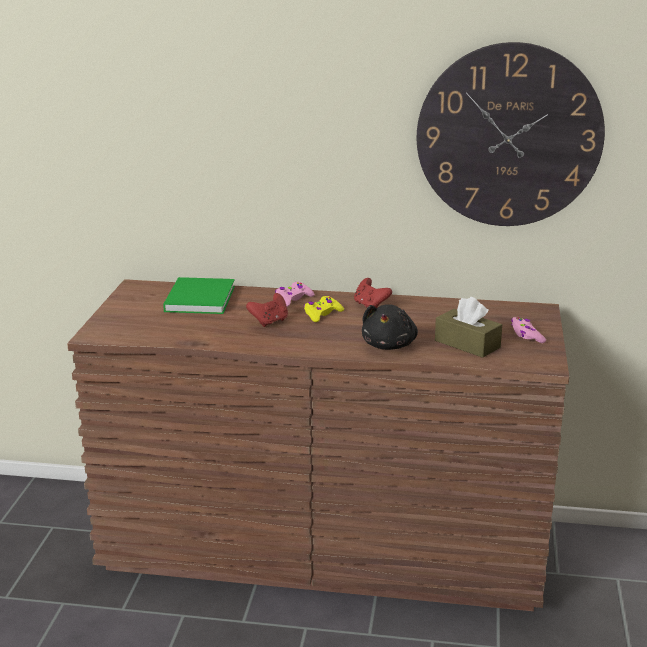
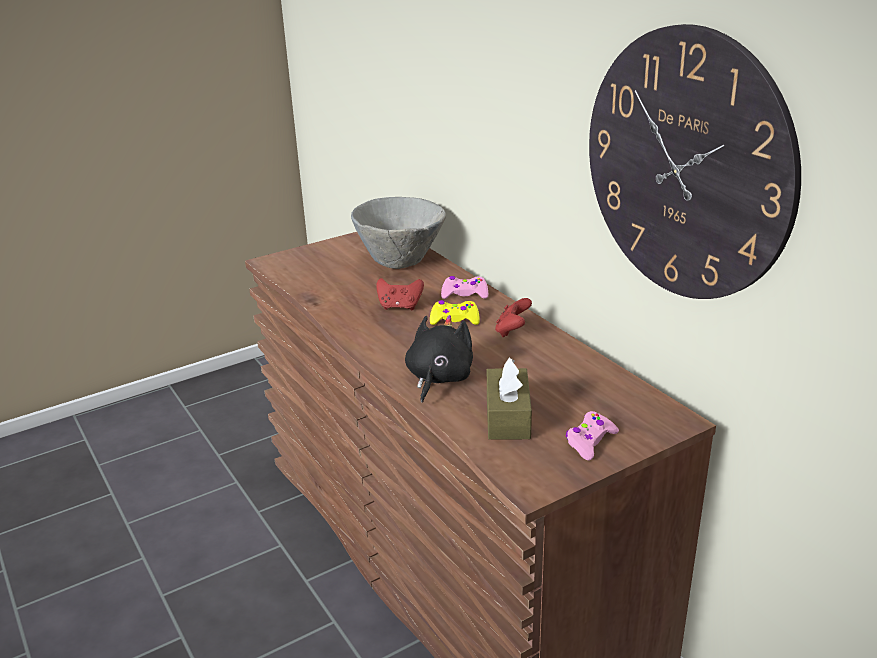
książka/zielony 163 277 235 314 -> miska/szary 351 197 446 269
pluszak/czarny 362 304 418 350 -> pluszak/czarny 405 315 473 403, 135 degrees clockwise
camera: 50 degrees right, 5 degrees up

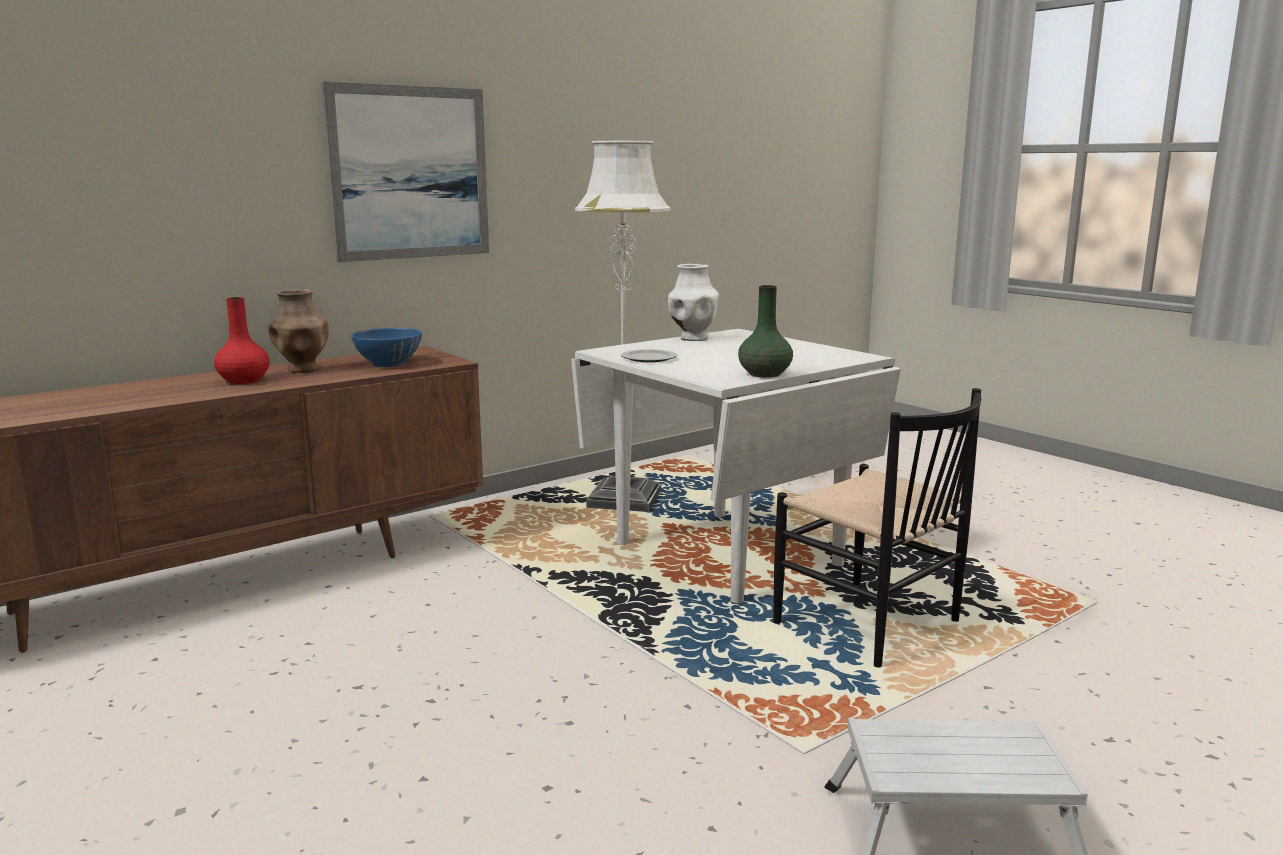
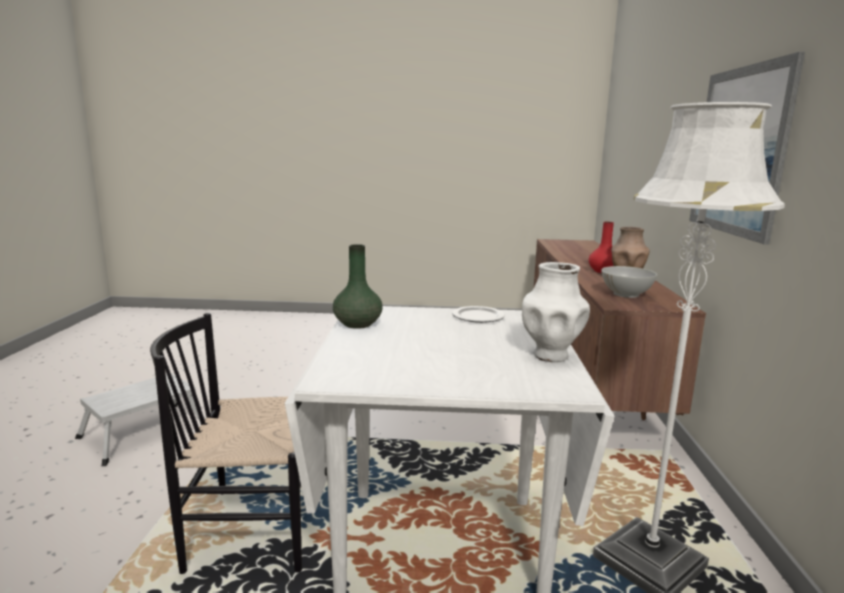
miska/niebieski 351 328 422 367 -> miska/biały 601 266 657 298
camera: 130 degrees right, 0 degrees up

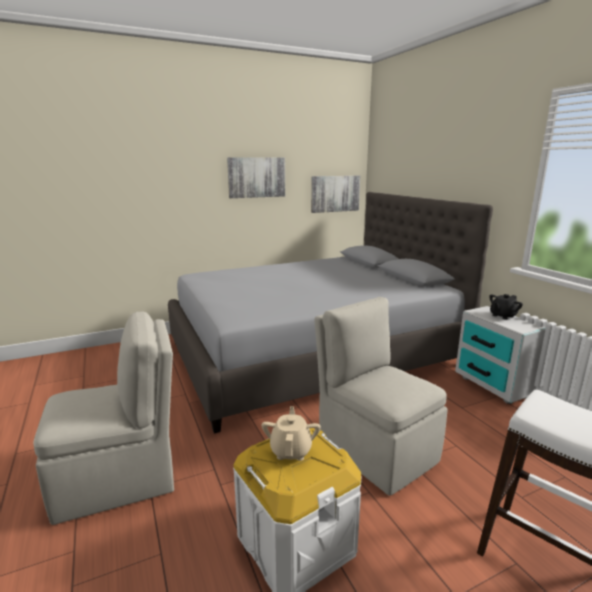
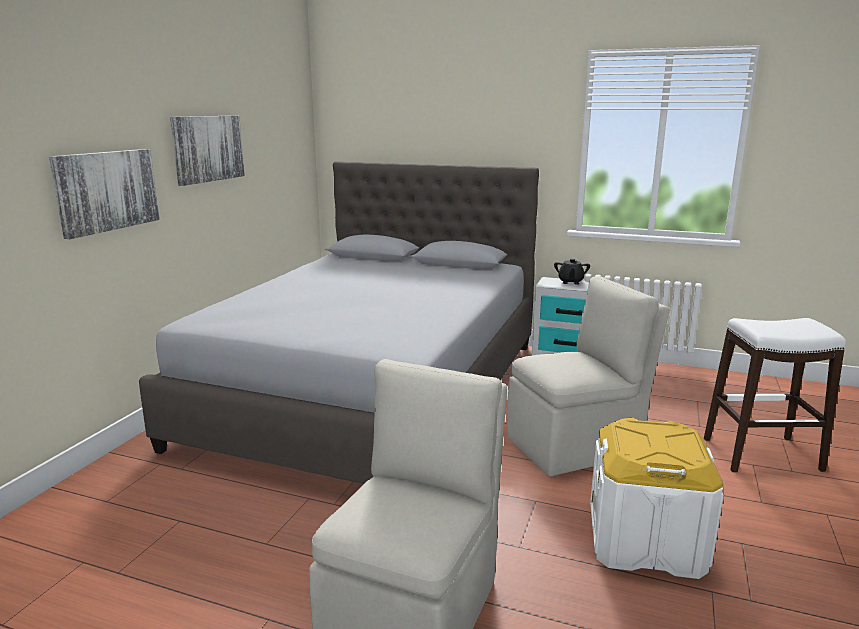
imbryk/beżowy 262 406 321 461 -> none
obraz 311 176 360 213 -> obraz 49 149 160 239, move
krzesło/beżowy 314 297 448 496 -> krzesło/beżowy 507 276 670 476, 150 degrees clockwise
camera: 45 degrees left, 0 degrees up

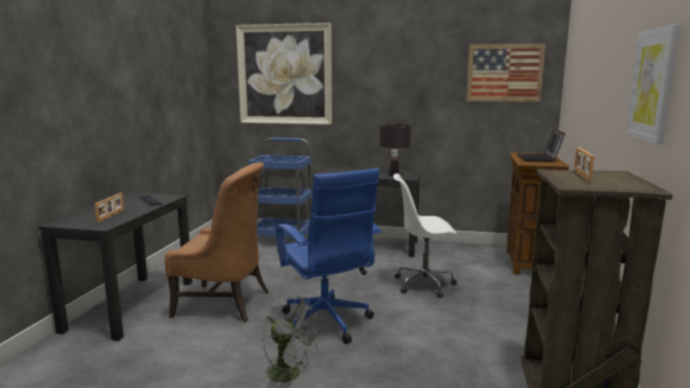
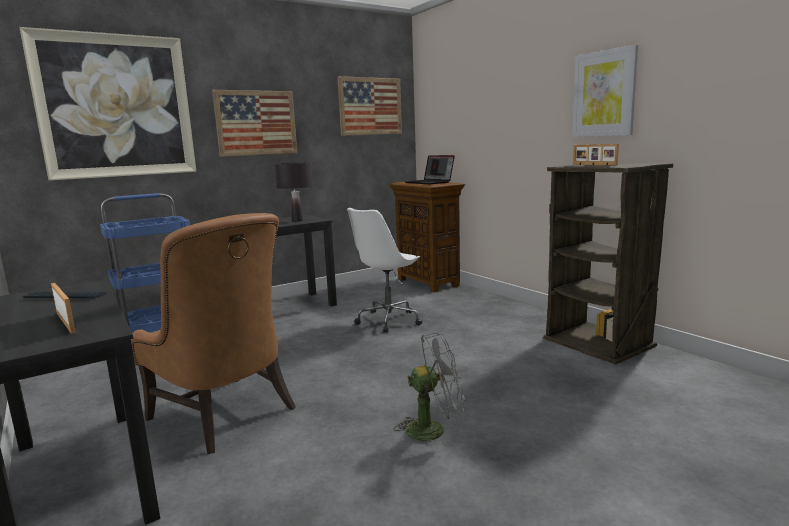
krzesło biurowe/niebieski 275 168 382 344 -> none
none -> obraz 212 90 297 157
krzesło/brązowy 165 162 269 322 -> krzesło/brązowy 131 213 296 454, 75 degrees clockwise
camera: 45 degrees left, 0 degrees up

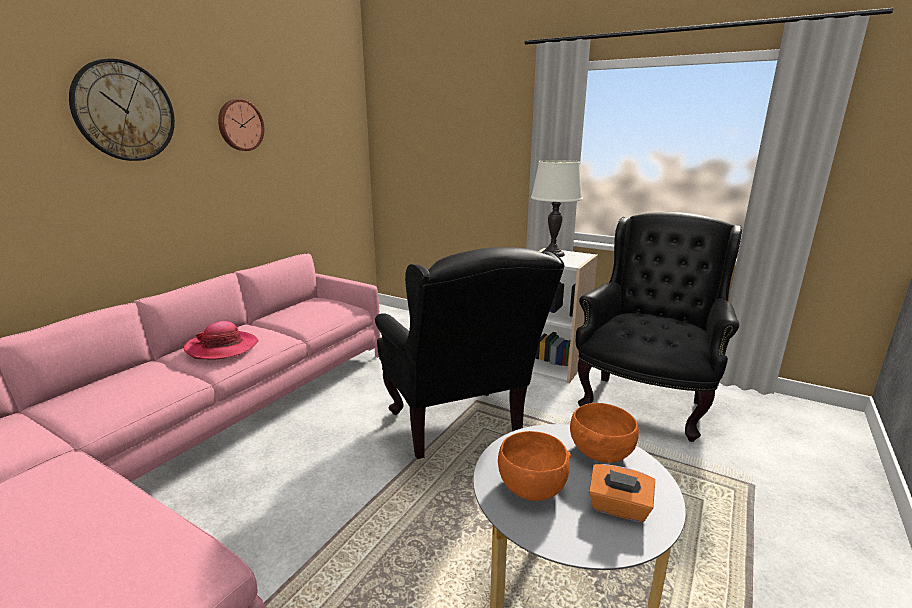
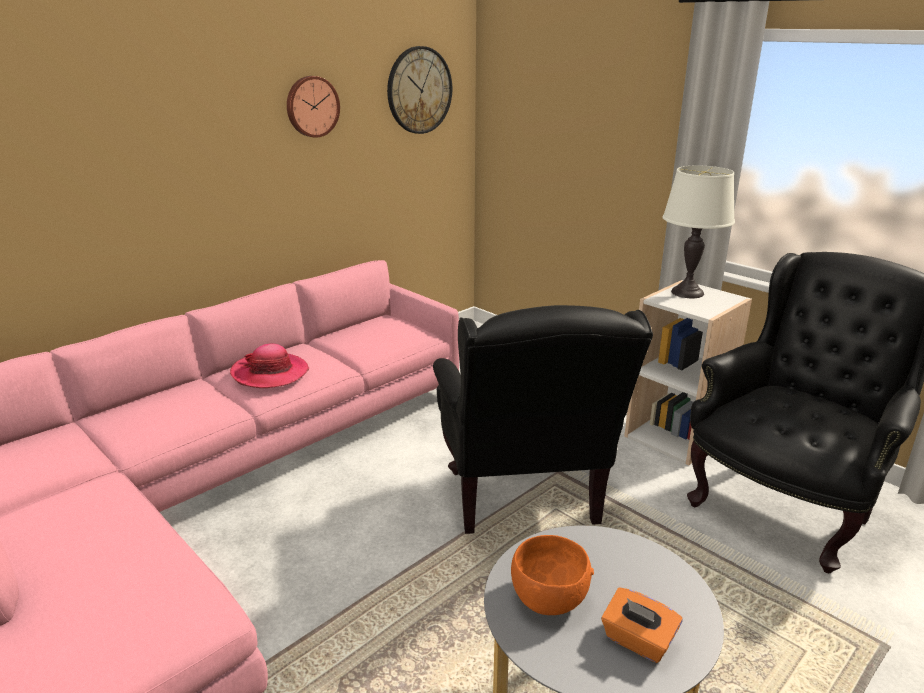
miska/pomarańczowy 570 403 639 463 -> none
zegar ścienny 69 58 175 161 -> zegar ścienny 387 46 452 134, move
camera: 15 degrees right, 5 degrees up

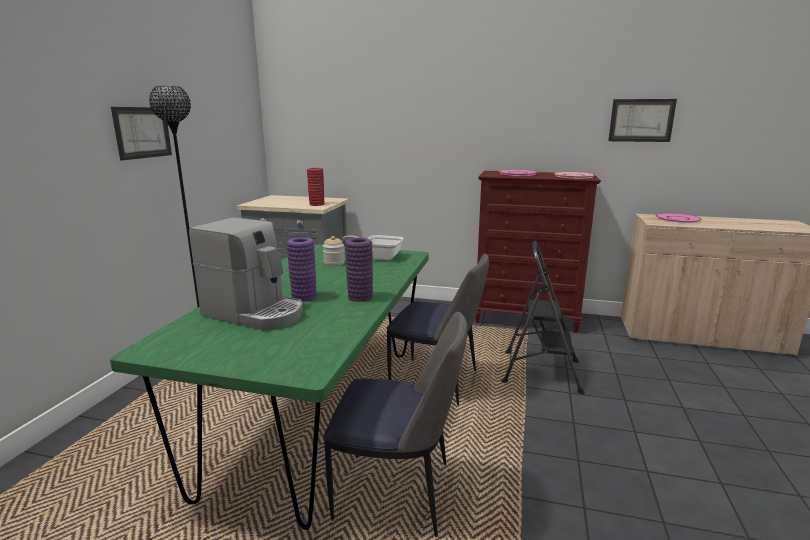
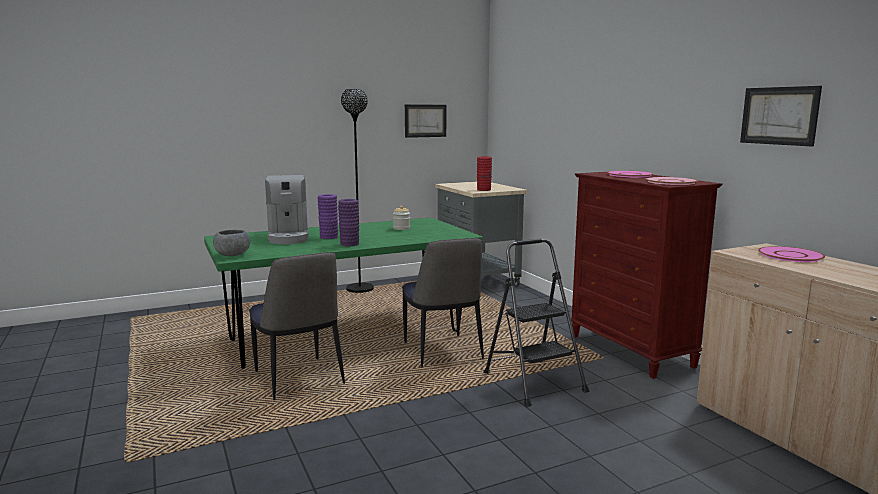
patelnia 342 235 404 260 -> none
none -> miska/szary 213 230 250 256
obraz 111 107 172 160 -> obraz 405 105 446 138, move
camera: 50 degrees right, 5 degrees down

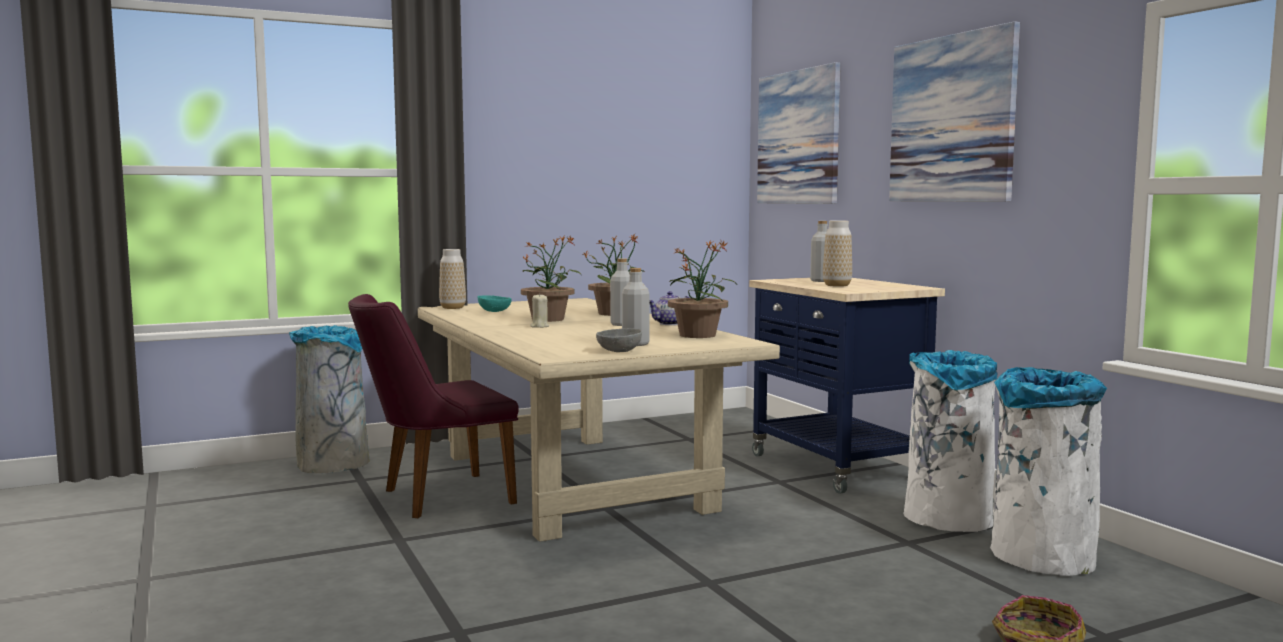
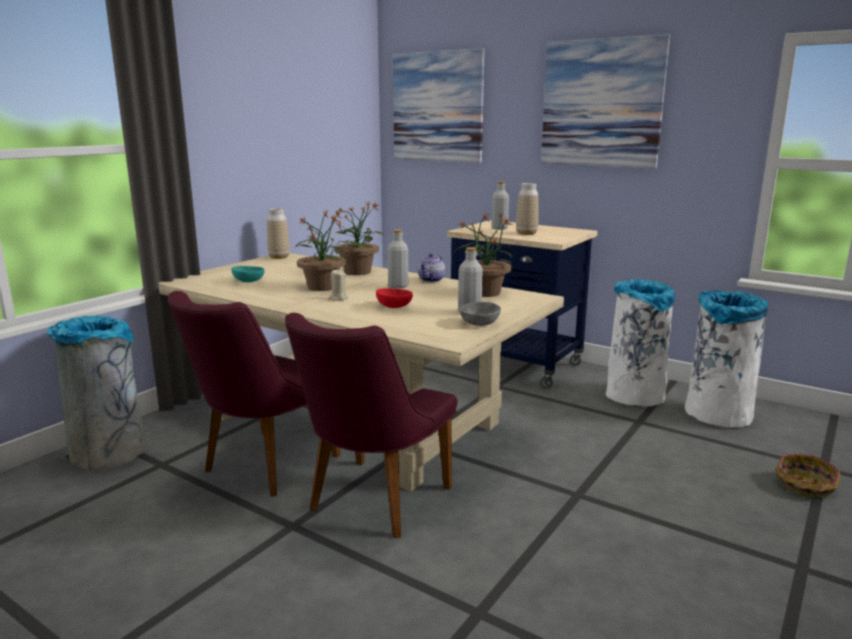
none -> krzesło/fioletowy 285 313 457 538
none -> miska/czerwony 376 288 413 308
wazon 439 249 466 309 -> wazon 267 208 290 259, move
camera: 30 degrees left, 10 degrees up

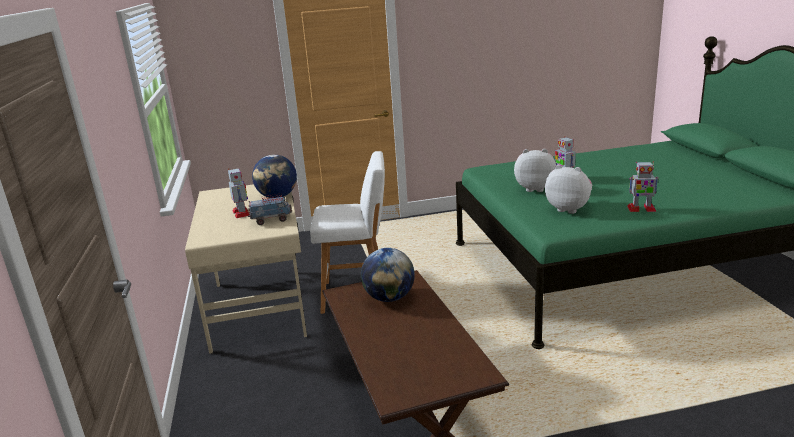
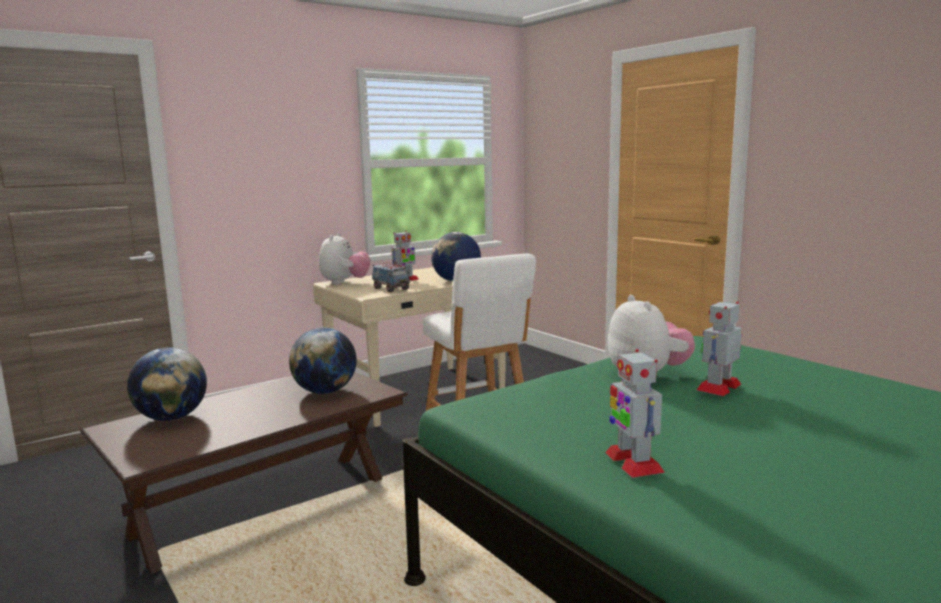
none -> globus 127 348 207 421
pluszak 545 165 592 214 -> pluszak 319 233 370 285, move
camera: 65 degrees right, 10 degrees down

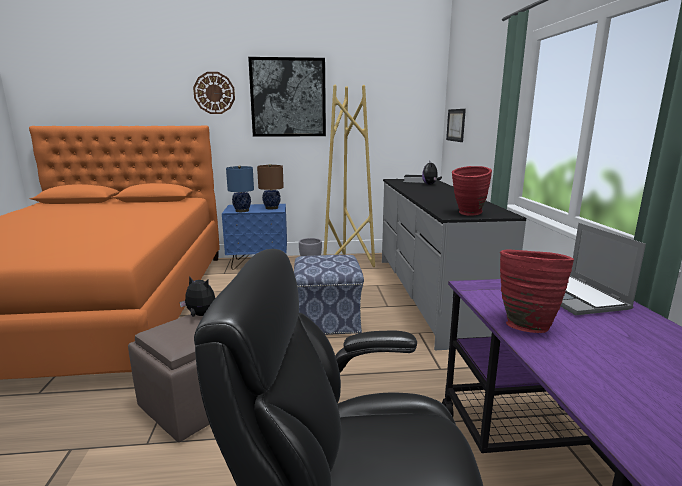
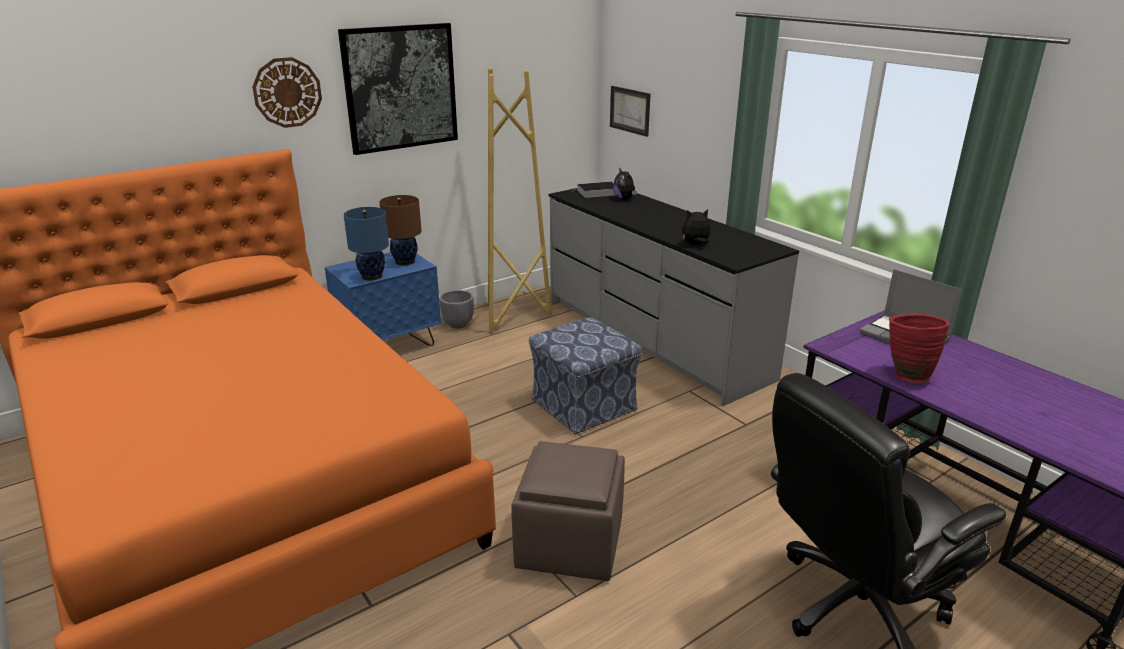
wazon/czerwony 452 166 492 216 -> none
pluszak 179 276 215 317 -> pluszak 682 209 710 245, move
camera: 30 degrees left, 10 degrees up

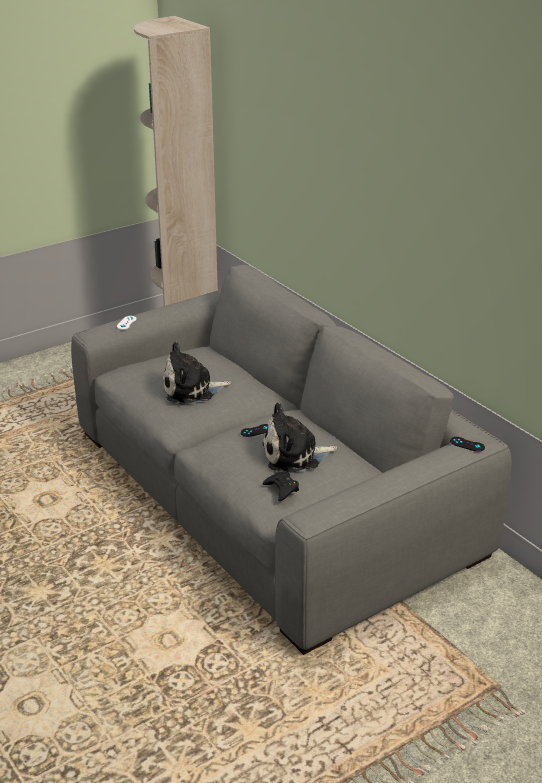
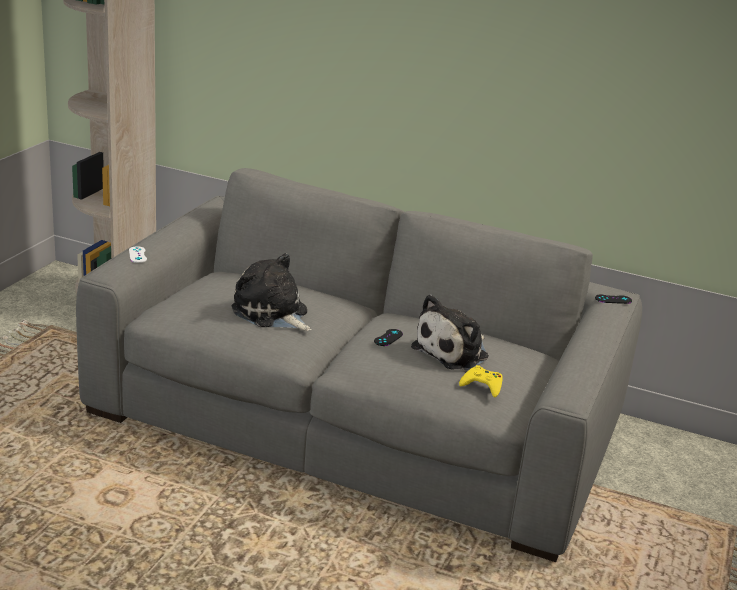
pad do gier/czarny 263 471 299 501 -> pad do gier/żółty 459 365 503 398
pluszak 163 342 231 404 -> pluszak 232 253 312 331, 90 degrees clockwise
camera: 35 degrees left, 5 degrees down

